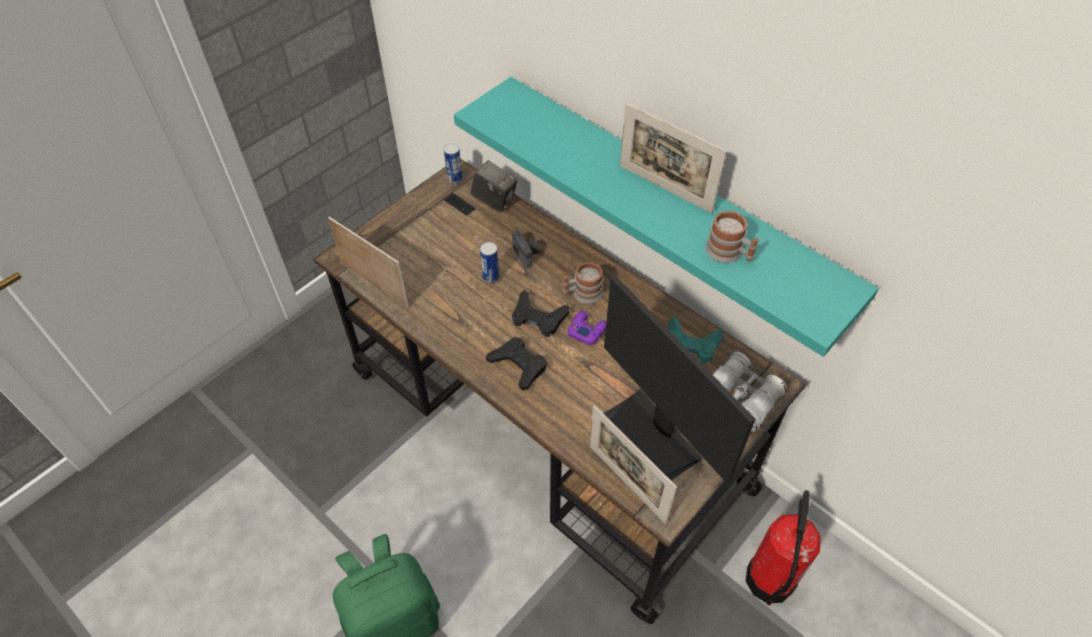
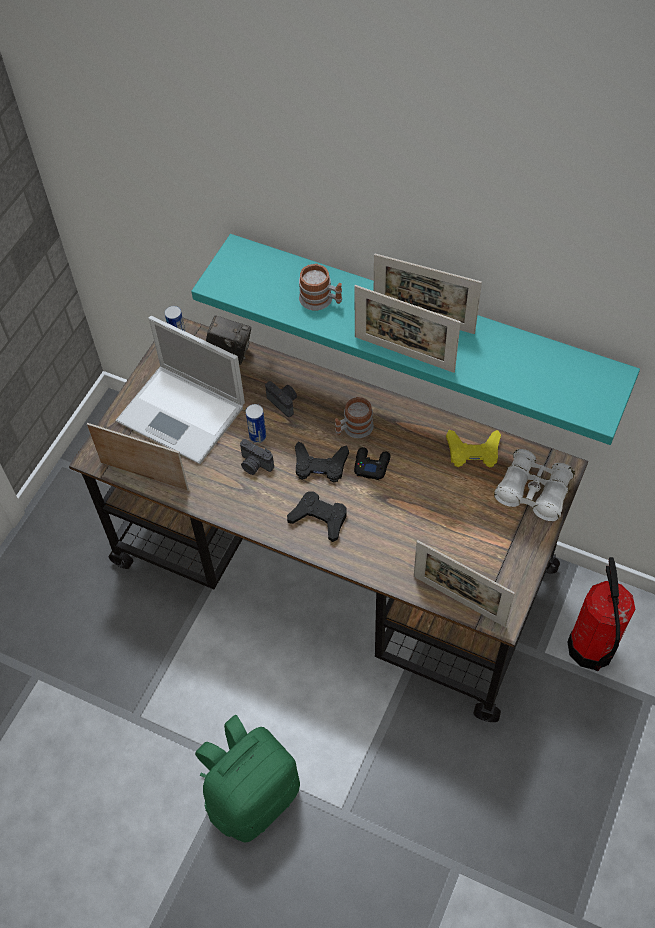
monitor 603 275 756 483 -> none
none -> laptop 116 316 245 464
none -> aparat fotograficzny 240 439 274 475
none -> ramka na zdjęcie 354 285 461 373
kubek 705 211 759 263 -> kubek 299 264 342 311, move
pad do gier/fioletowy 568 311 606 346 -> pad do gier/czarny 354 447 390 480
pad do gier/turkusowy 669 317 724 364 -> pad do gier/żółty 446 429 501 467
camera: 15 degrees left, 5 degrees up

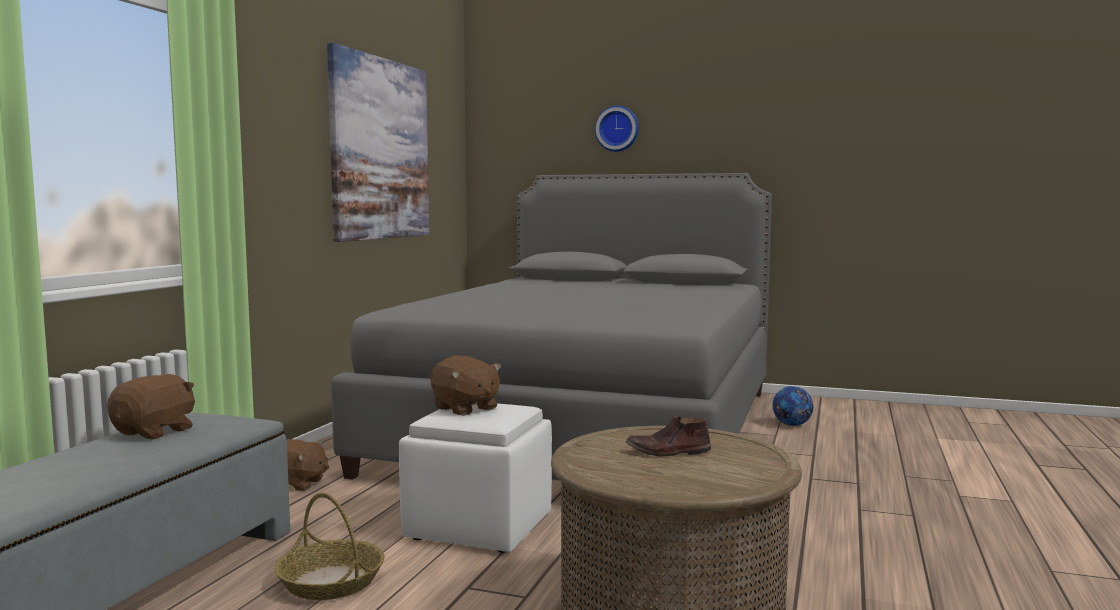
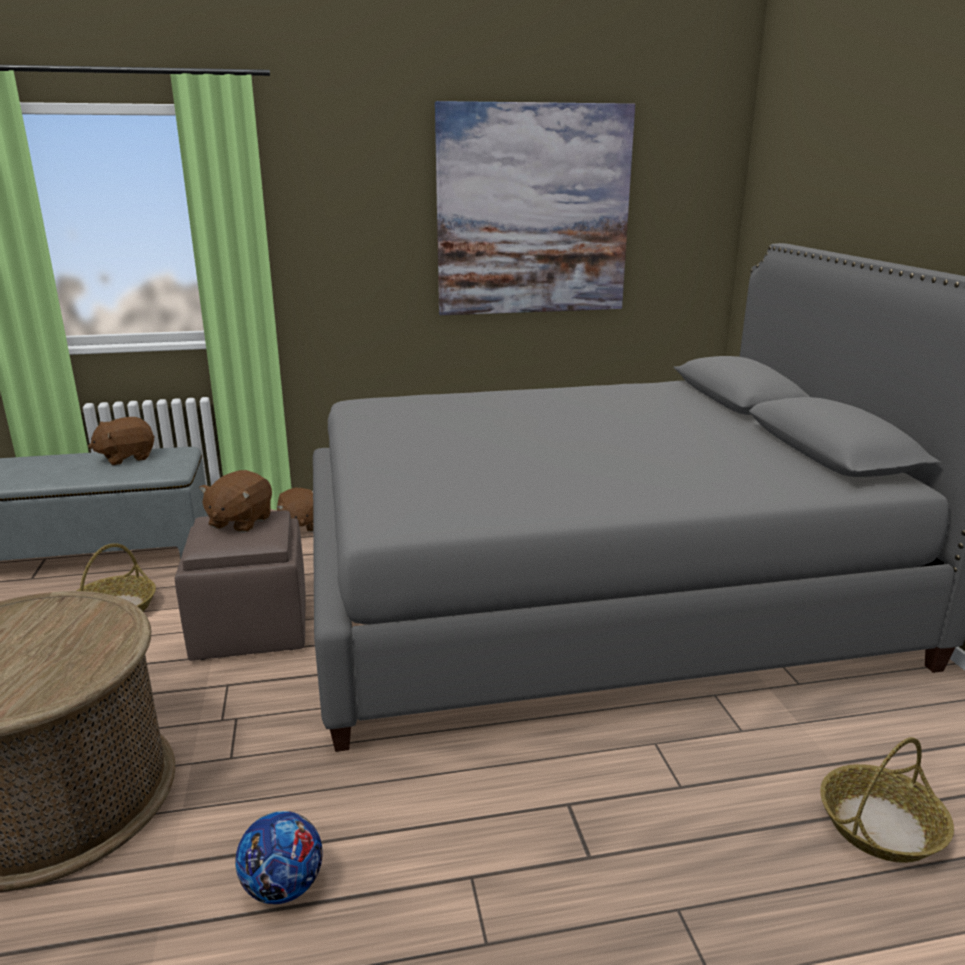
zegar ścienny 595 106 639 152 -> none
but/brązowy 626 415 711 456 -> none
none -> koszyk 820 737 954 863
piłka futbolowa 772 386 813 426 -> piłka futbolowa 235 811 323 904, move
pufa/biały 399 403 552 553 -> pufa/brązowy 175 510 306 661
pluszak/brązowy 107 374 195 439 -> pluszak/brązowy 88 417 155 466, 150 degrees clockwise
camera: 60 degrees right, 15 degrees up

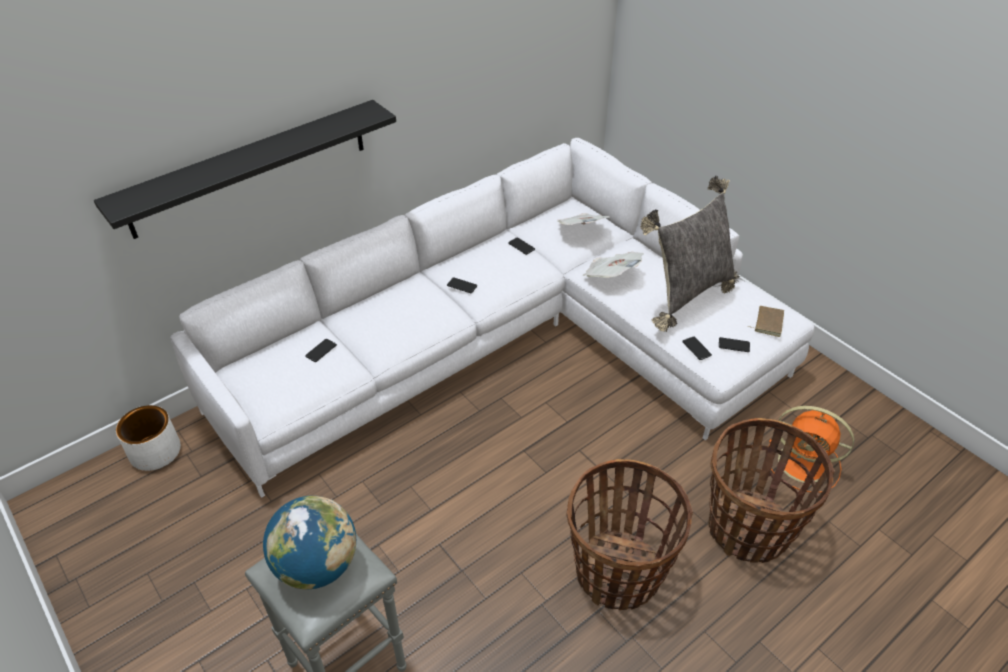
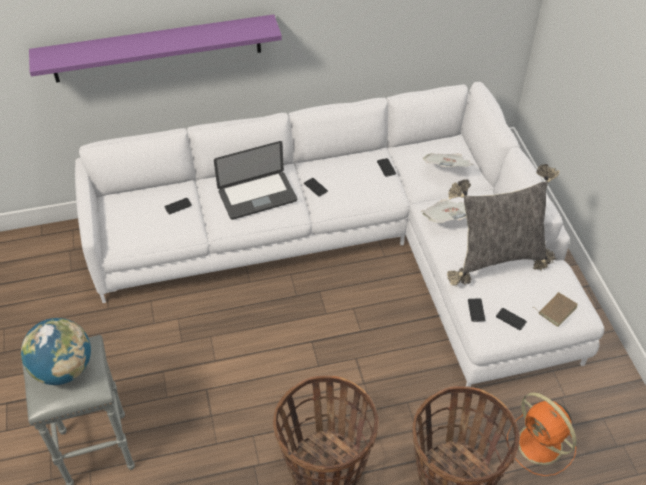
donica/biały 116 405 181 471 -> none
none -> laptop 214 141 297 220
półka/czarny 94 100 396 239 -> półka/fioletowy 29 14 282 83
camera: 25 degrees right, 5 degrees up

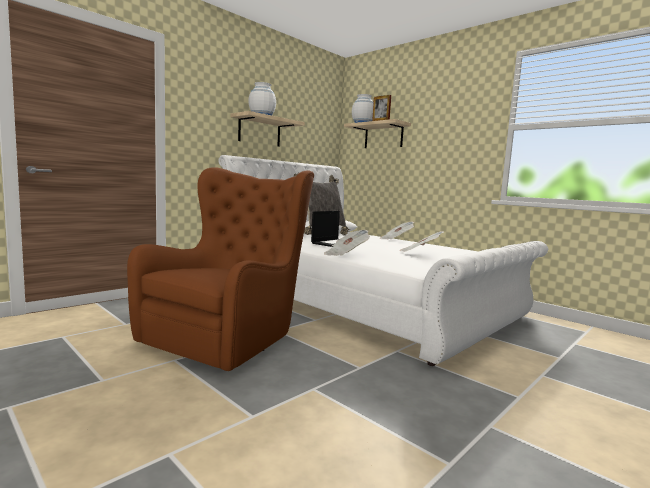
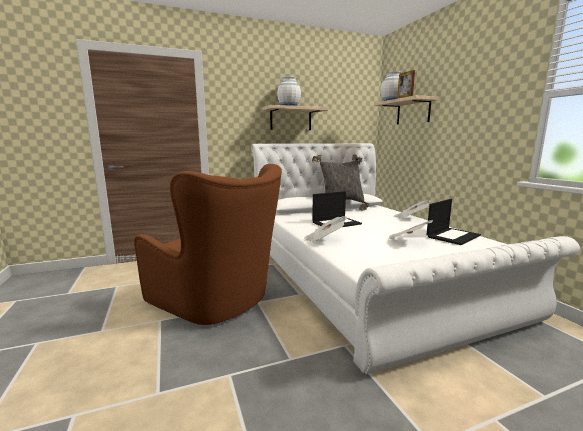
none -> laptop 426 199 481 245
fotel/brązowy 127 167 314 371 -> fotel/brązowy 134 164 282 325, 75 degrees clockwise
camera: 25 degrees right, 5 degrees up

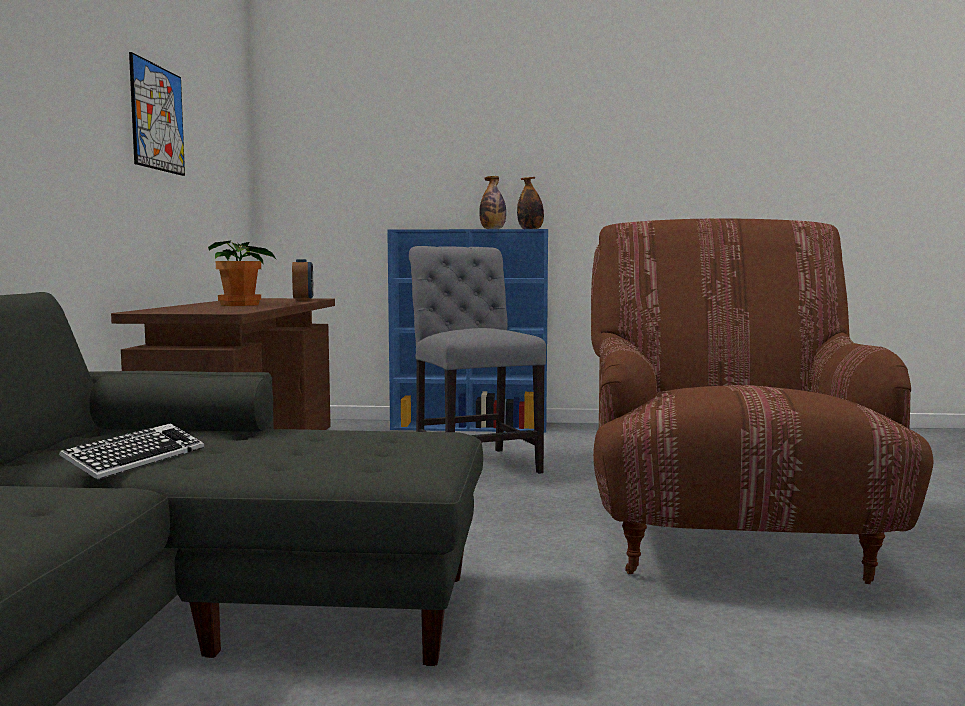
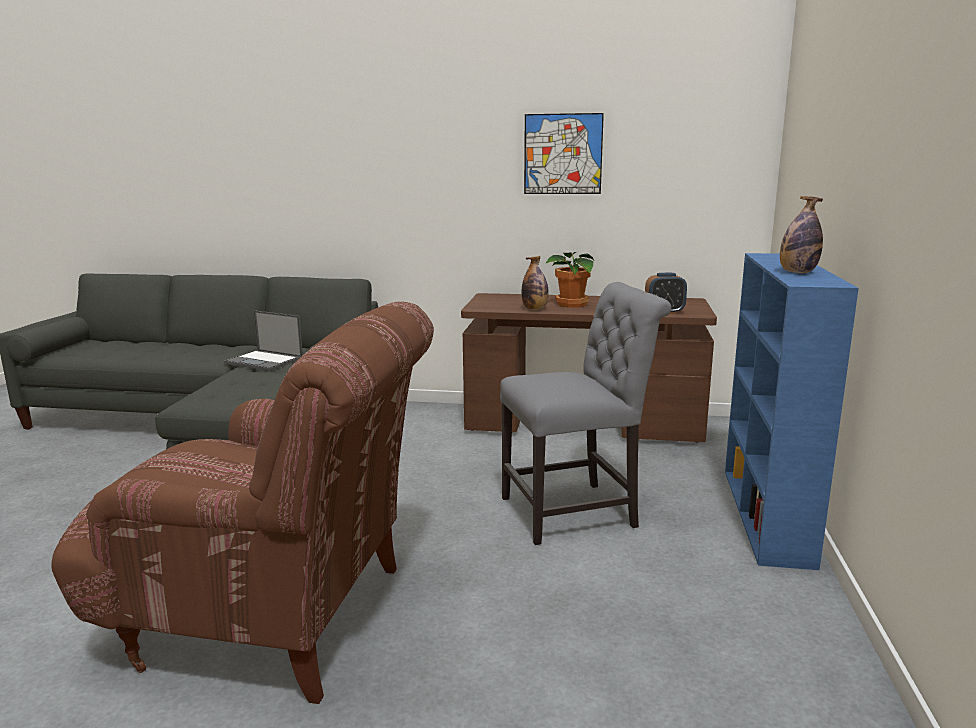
butelka 517 177 544 229 -> butelka 522 256 549 310, move
klawiatura 59 423 204 480 -> laptop 224 310 303 371
camera: 95 degrees right, 10 degrees up

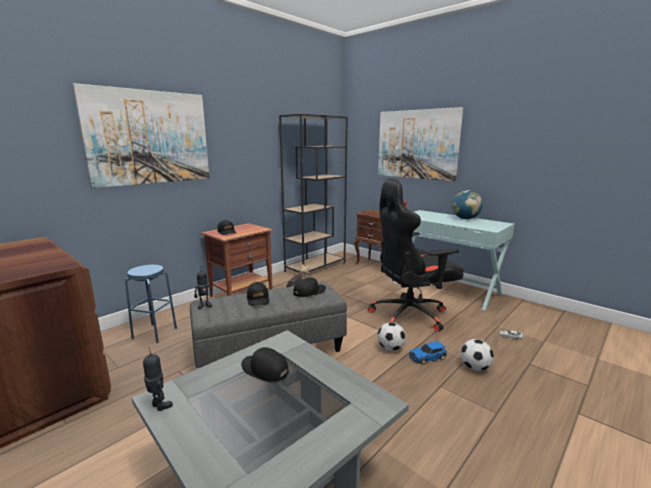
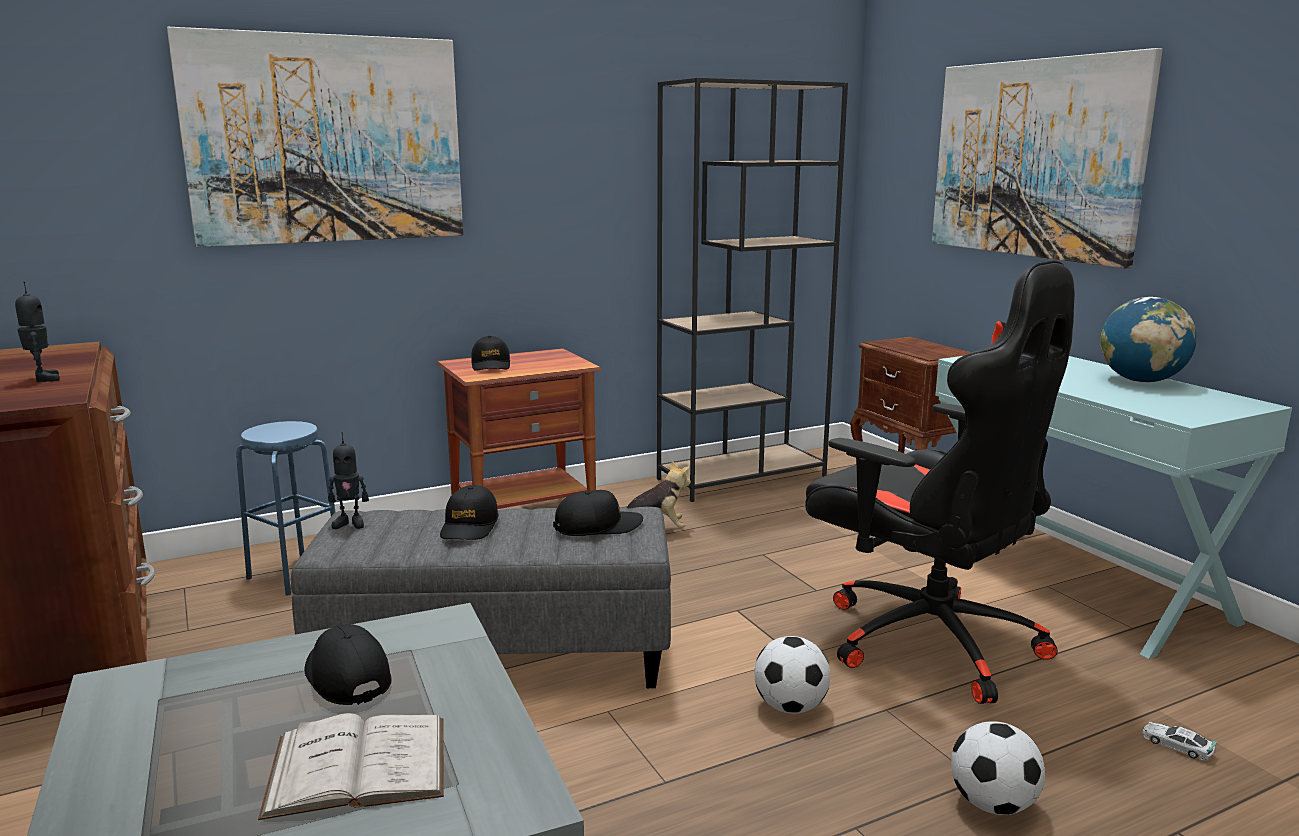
samochodzik 409 341 447 364 -> none
none -> książka/biały 258 713 444 820
robot zabawkowy 143 347 173 411 -> robot zabawkowy 15 281 60 382, move
krzesło biurowe/czarny 368 178 464 332 -> krzesło biurowe/czarny 805 260 1075 704, 135 degrees counterclockwise
camera: 20 degrees right, 0 degrees up

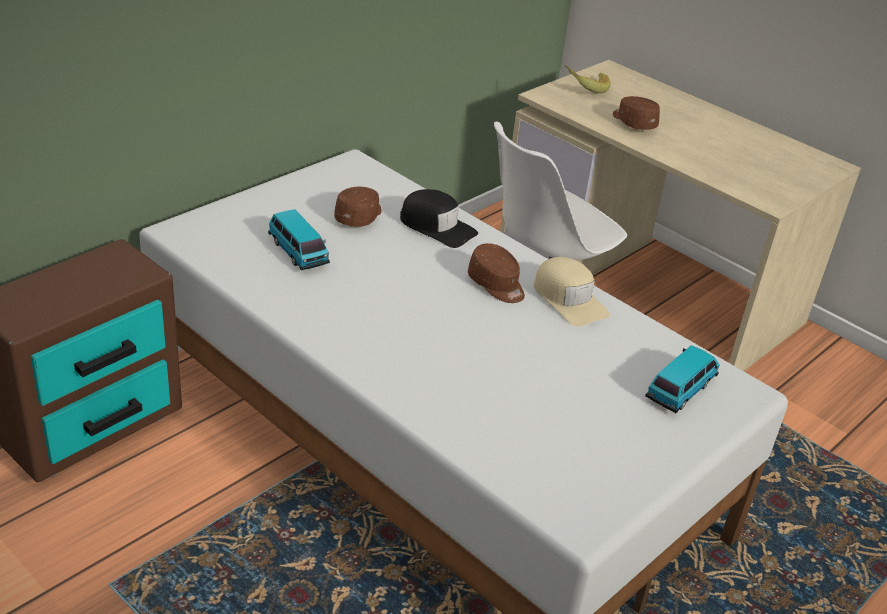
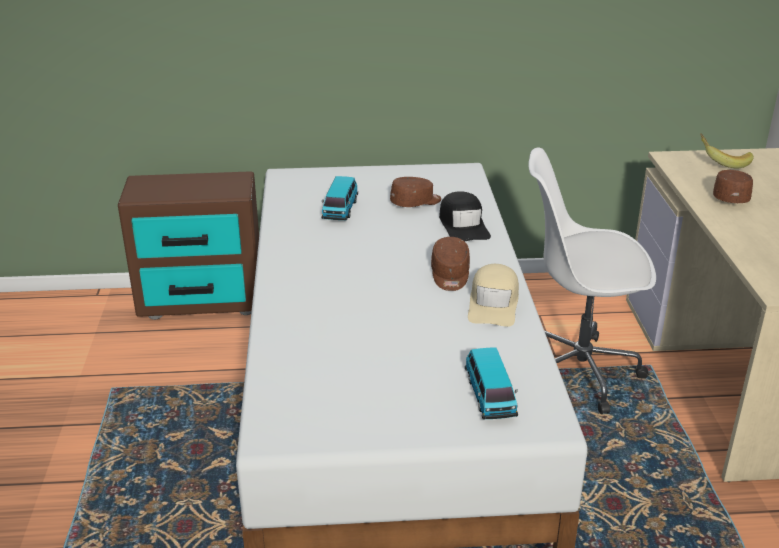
samochodzik 645 345 720 413 -> samochodzik 465 348 518 420, 90 degrees clockwise
camera: 45 degrees right, 5 degrees down

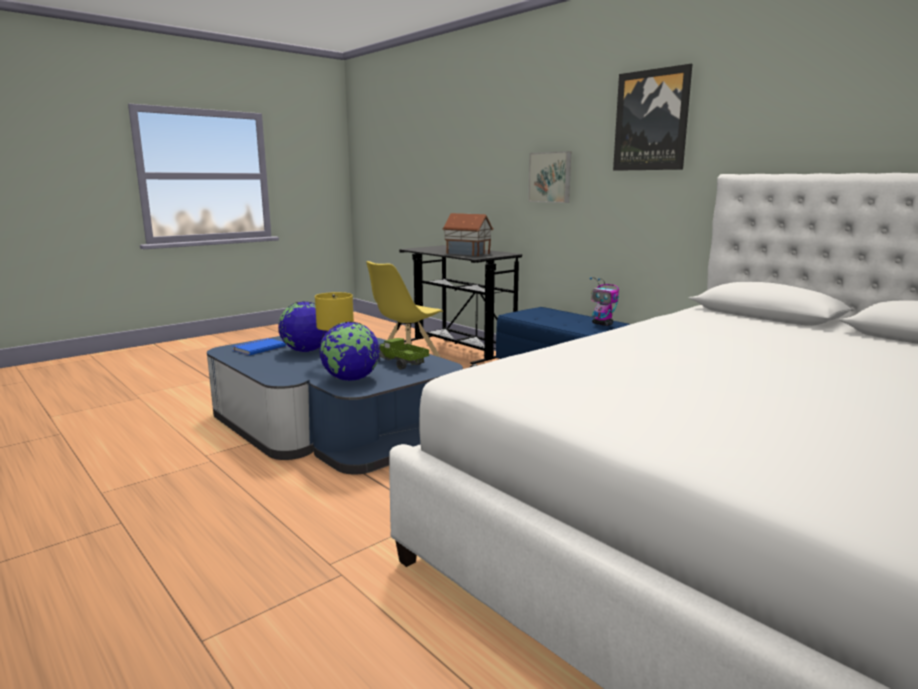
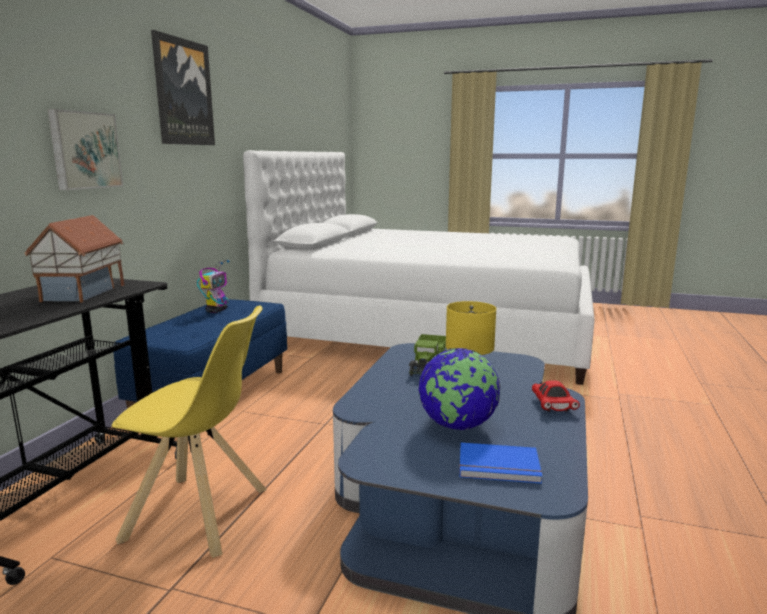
globus 320 322 380 381 -> none
none -> samochodzik/czerwony 532 380 580 412
camera: 120 degrees left, 0 degrees up

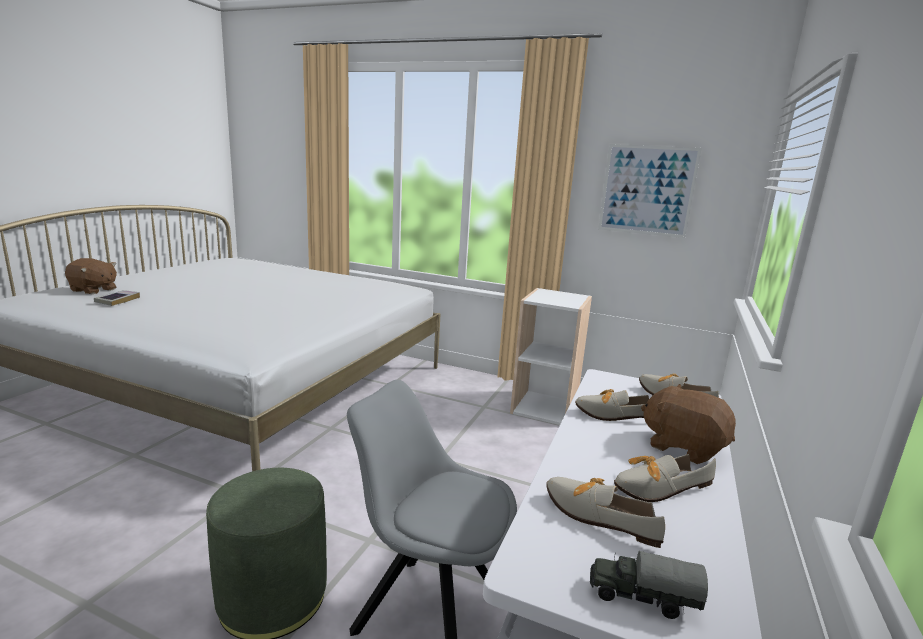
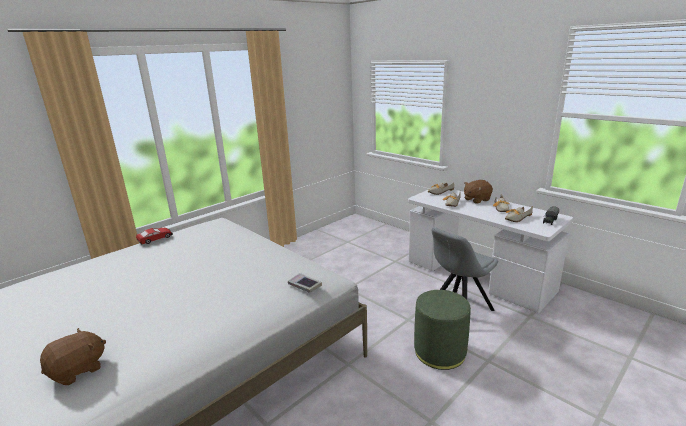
regał 510 288 592 425 -> none
obraz 598 144 702 238 -> none
none -> samochodzik 136 228 173 244
książka 94 290 140 306 -> książka 288 273 322 293, move
camera: 65 degrees left, 5 degrees up

